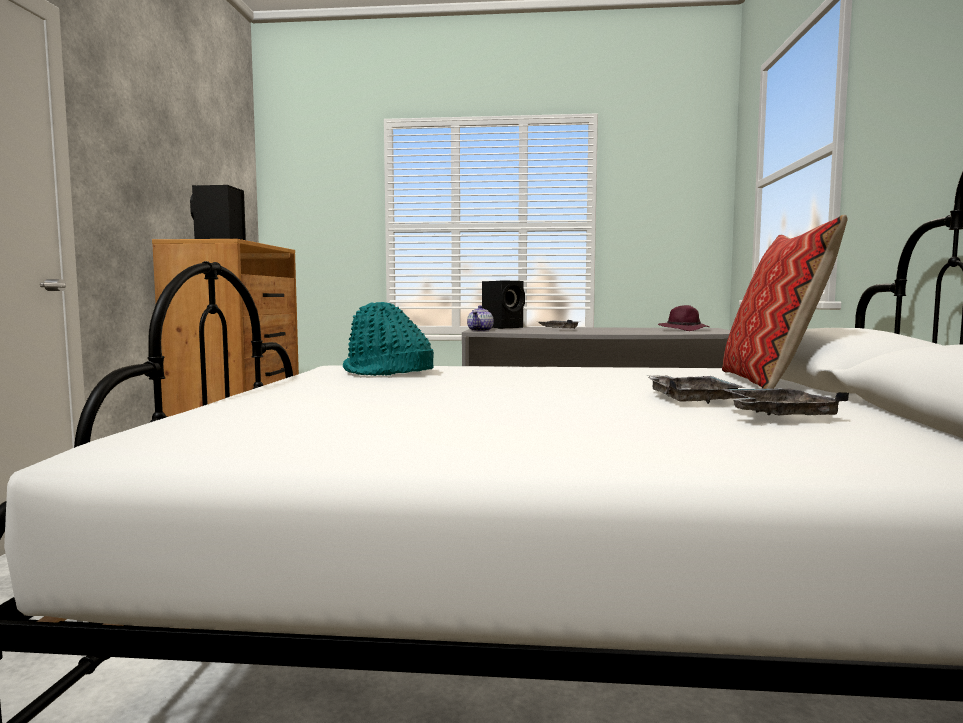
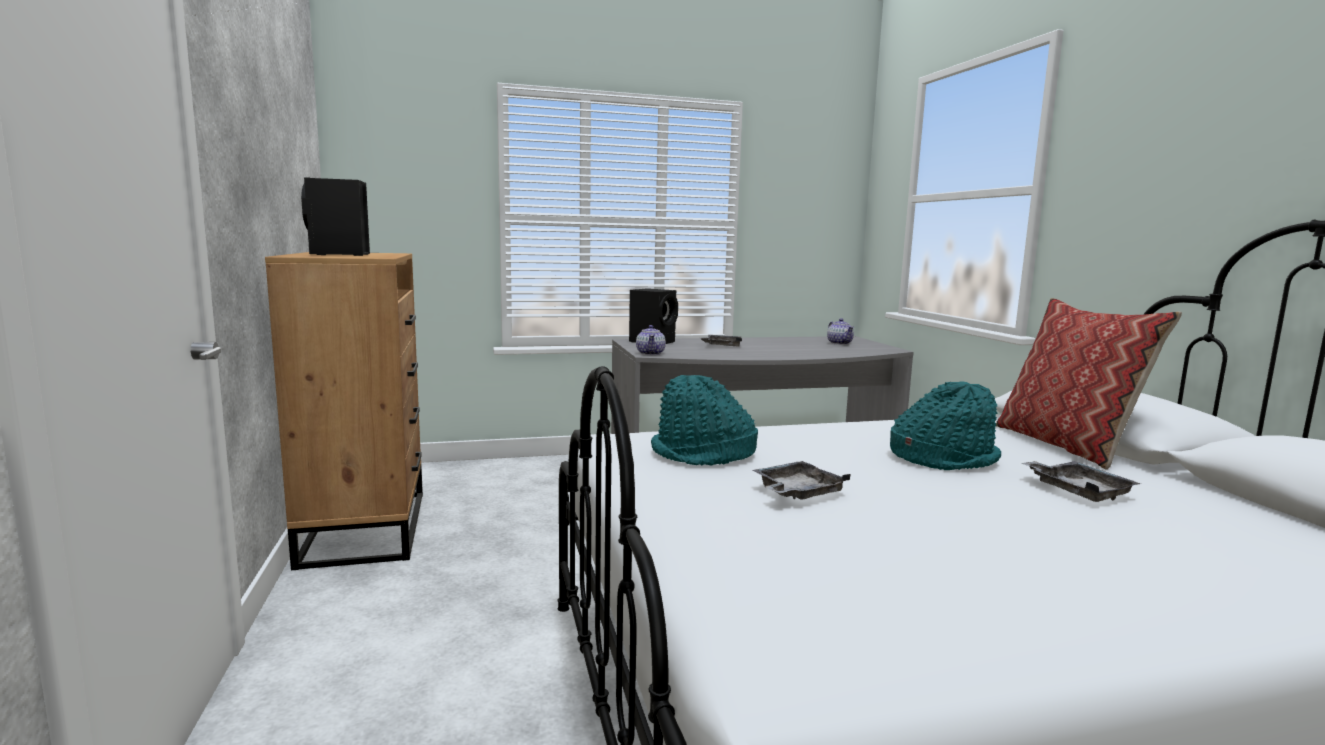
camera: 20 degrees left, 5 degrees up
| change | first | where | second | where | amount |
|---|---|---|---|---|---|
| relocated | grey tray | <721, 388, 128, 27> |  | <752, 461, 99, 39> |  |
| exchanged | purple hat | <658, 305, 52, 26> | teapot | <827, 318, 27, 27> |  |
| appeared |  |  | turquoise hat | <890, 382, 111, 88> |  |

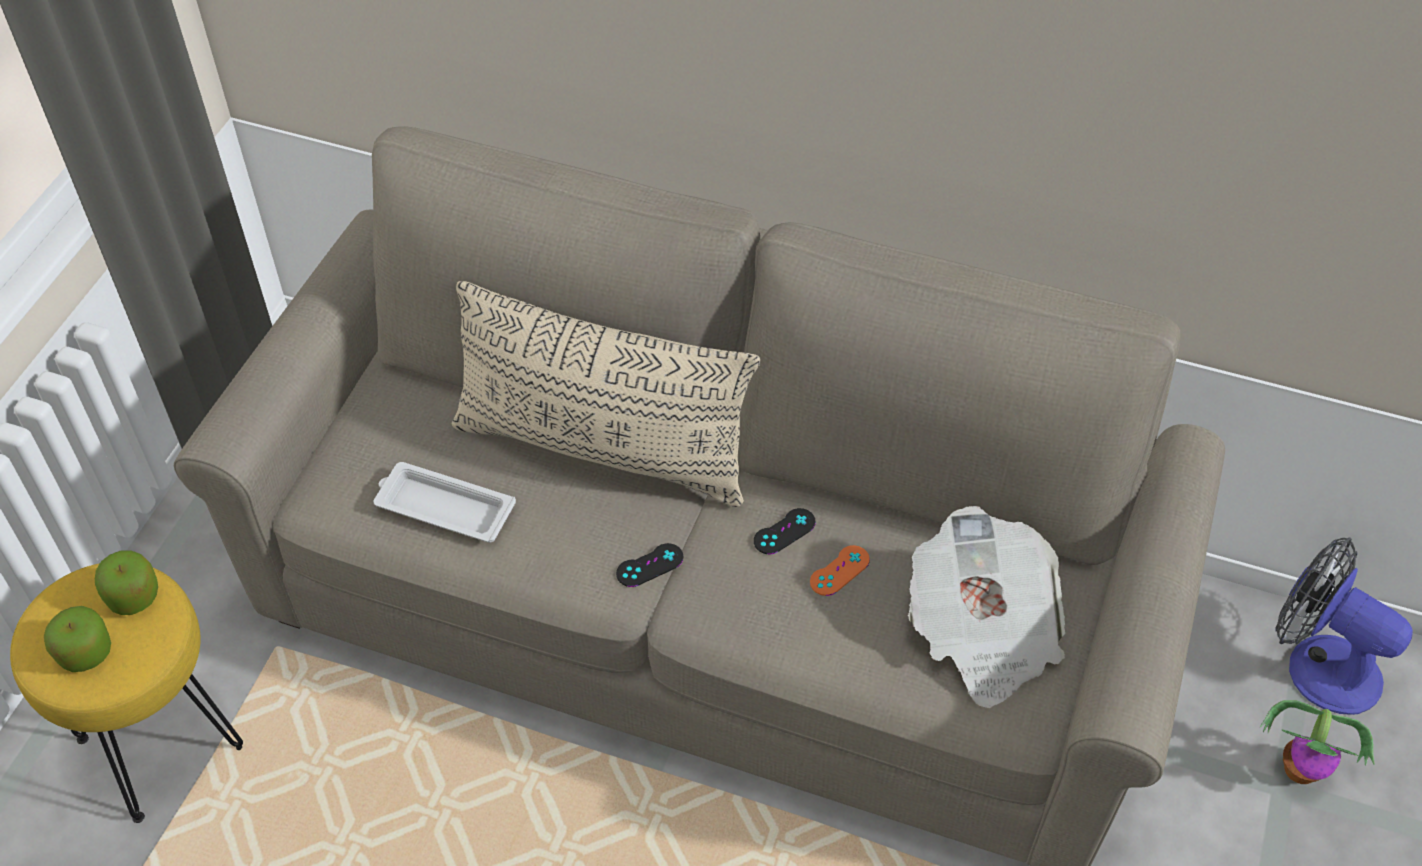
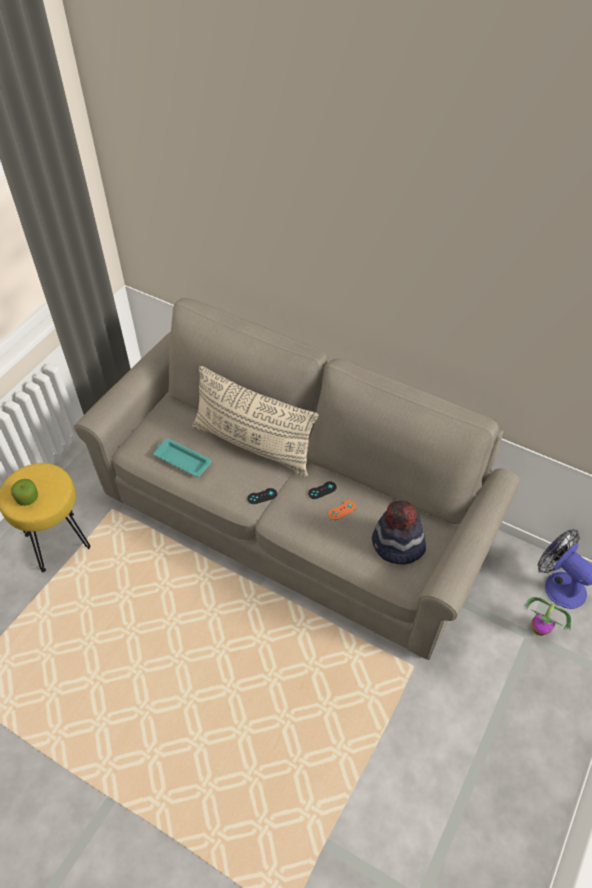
camera: 10 degrees right, 0 degrees up
| change | first | where | second | where | amount |
|---|---|---|---|---|---|
| colour | white tray | <374, 462, 142, 81> | turquoise tray | <154, 439, 58, 38> |  |
| exchanged | newspaper | <908, 506, 157, 202> | hat | <372, 500, 54, 65> |  |
| missing | apple | <95, 550, 63, 65> |  |  |  |

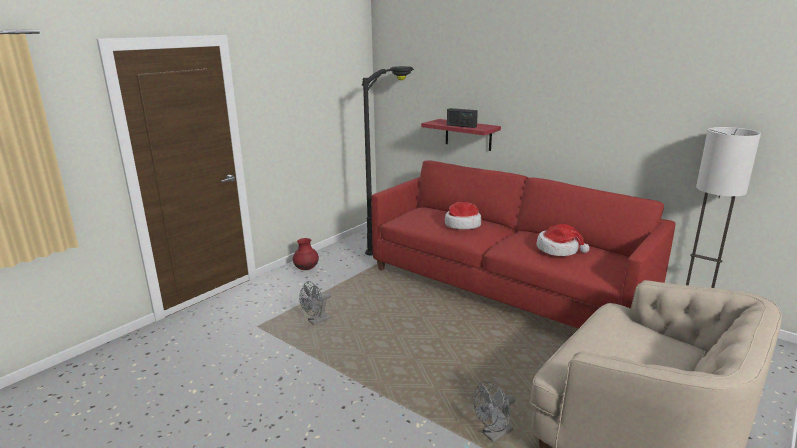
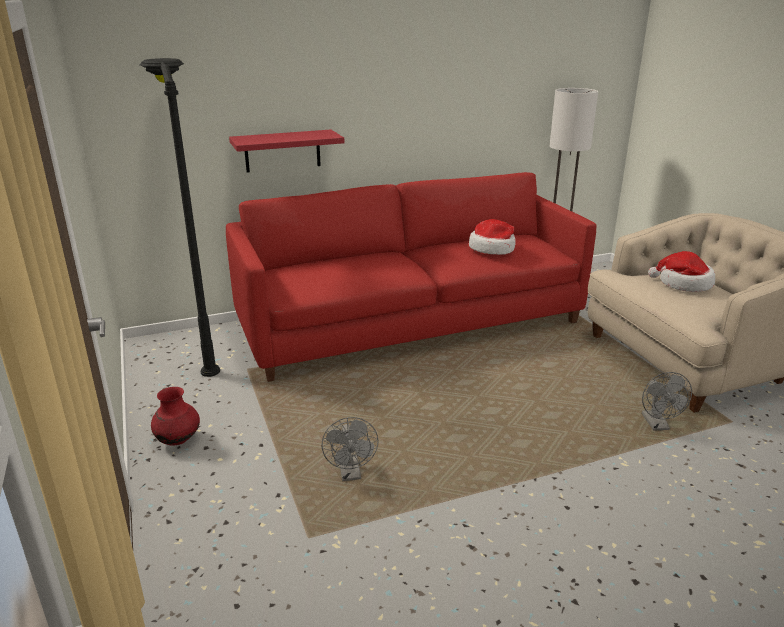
camera: 60 degrees left, 5 degrees up
| change | first | where | second | where | amount |
|---|---|---|---|---|---|
| relocated | hat | <445, 202, 36, 27> |  | <648, 251, 67, 41> |  |
| missing | radio | <447, 108, 31, 20> |  |  |  |

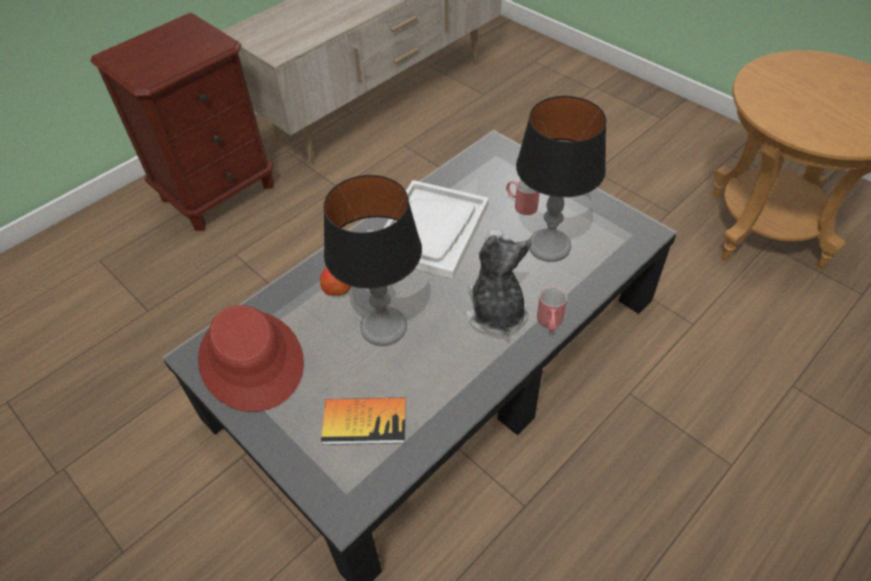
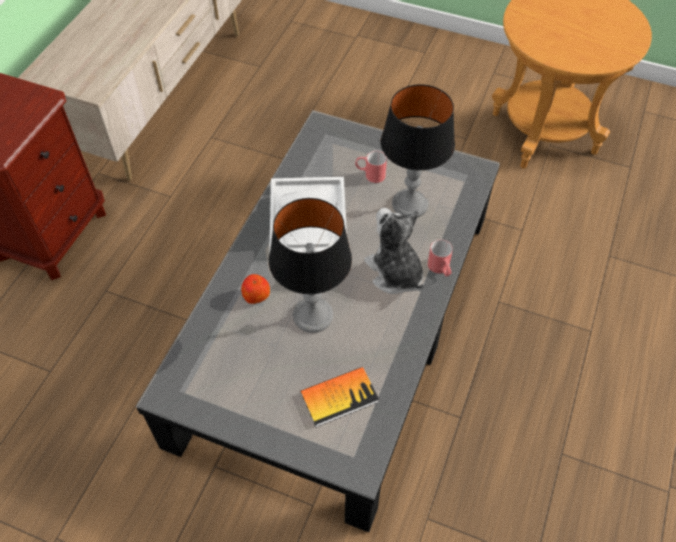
camera: 25 degrees left, 5 degrees up
| change | first | where | second | where | amount |
|---|---|---|---|---|---|
| missing | red hat | <198, 305, 106, 107> |  |  |  |

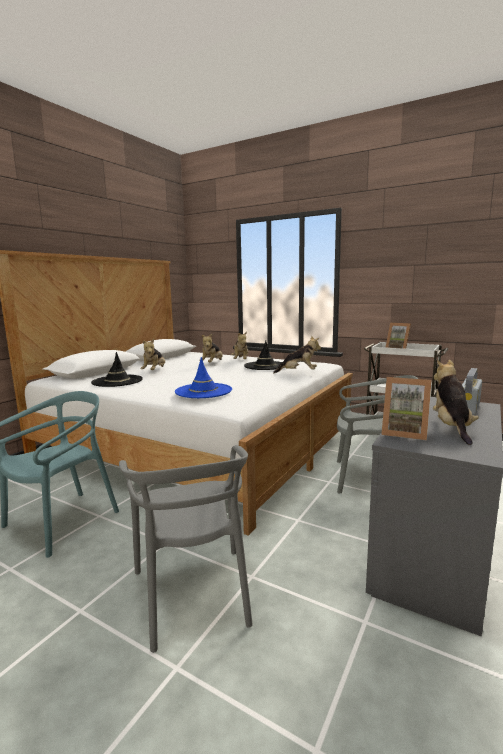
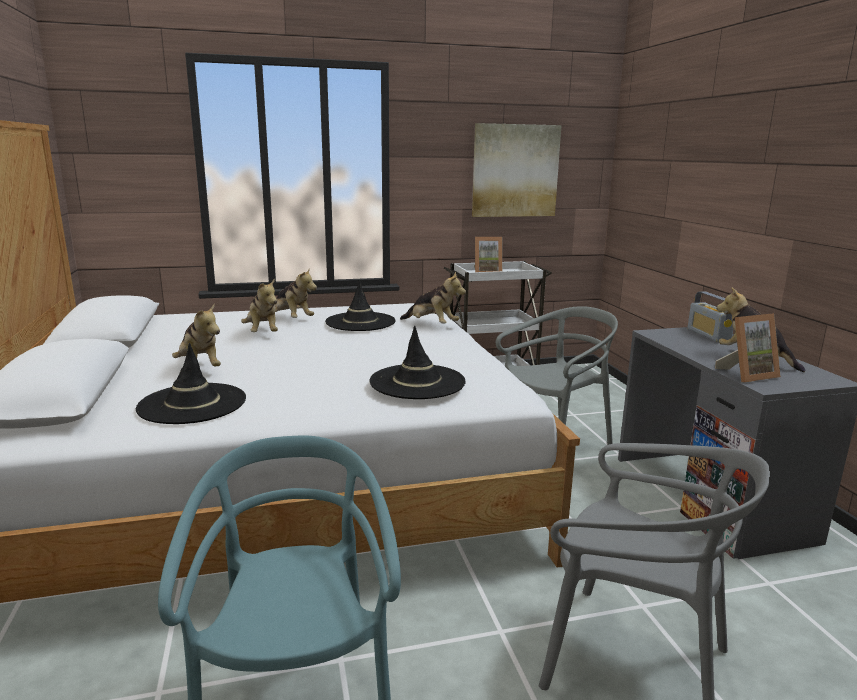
camera: 45 degrees left, 5 degrees up
| change | first | where | second | where | amount |
|---|---|---|---|---|---|
| colour | blue hat | <175, 357, 57, 41> | black hat | <370, 326, 96, 73> |  |
| spun | plush toy | <273, 336, 48, 37> |  | <400, 271, 66, 52> | 75 degrees clockwise |
| appeared |  |  | picture | <472, 123, 90, 94> |  |

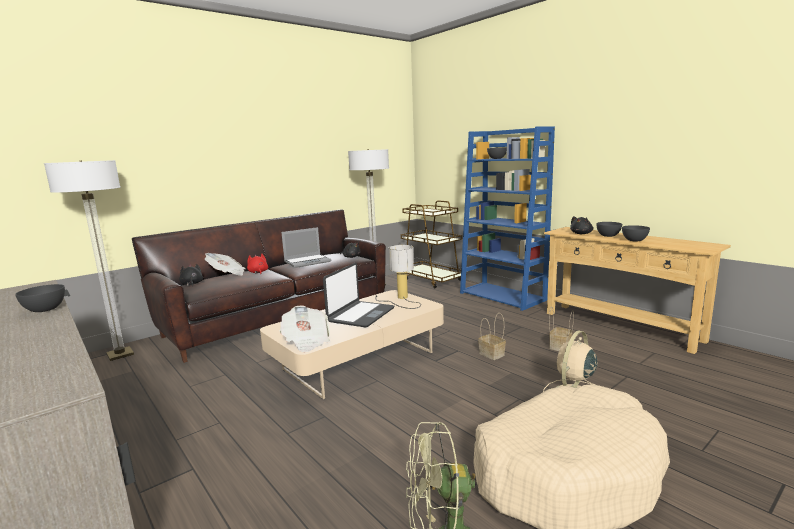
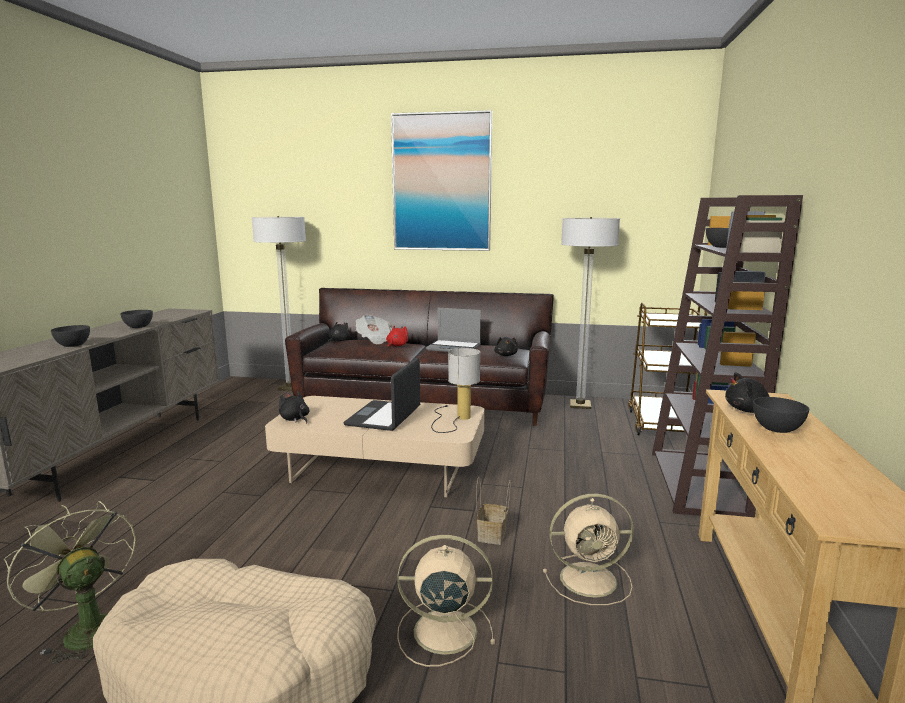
camera: 50 degrees right, 0 degrees up
| change | first | where | second | where | amount |
|---|---|---|---|---|---|
| relocated | grey bowl | <622, 225, 28, 16> |  | <51, 325, 39, 22> |  |
| exchanged | newspaper | <280, 306, 50, 47> | black plush toy | <279, 391, 30, 32> |  |
| spun | laptop | <323, 263, 71, 65> |  | <344, 358, 76, 73> | 120 degrees clockwise |
| appeared |  |  | picture | <391, 110, 101, 141> |  |
| exchanged | basket | <549, 307, 25, 44> | beige fan | <543, 494, 91, 111> |  |
| colour | blue bookcase | <460, 126, 95, 185> | brown bookcase | <652, 195, 151, 322> |  |

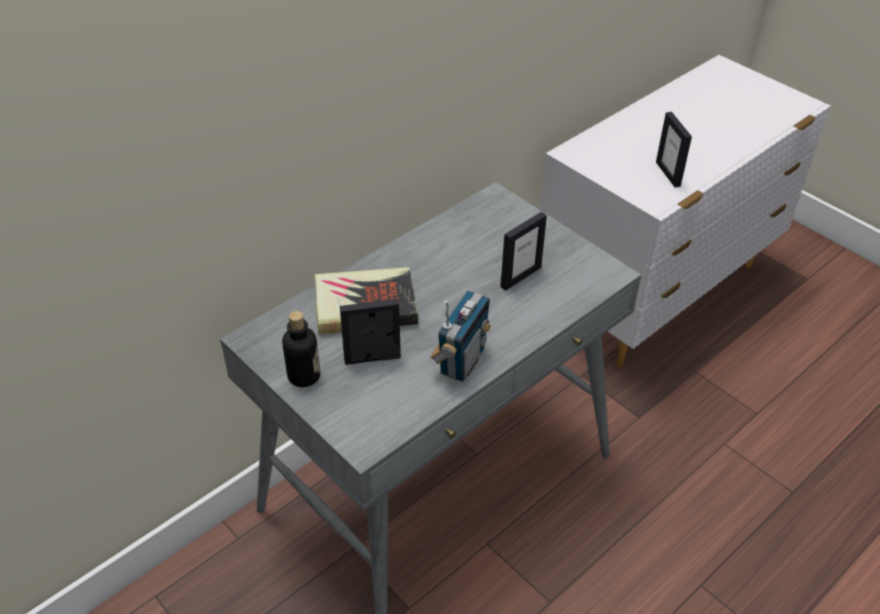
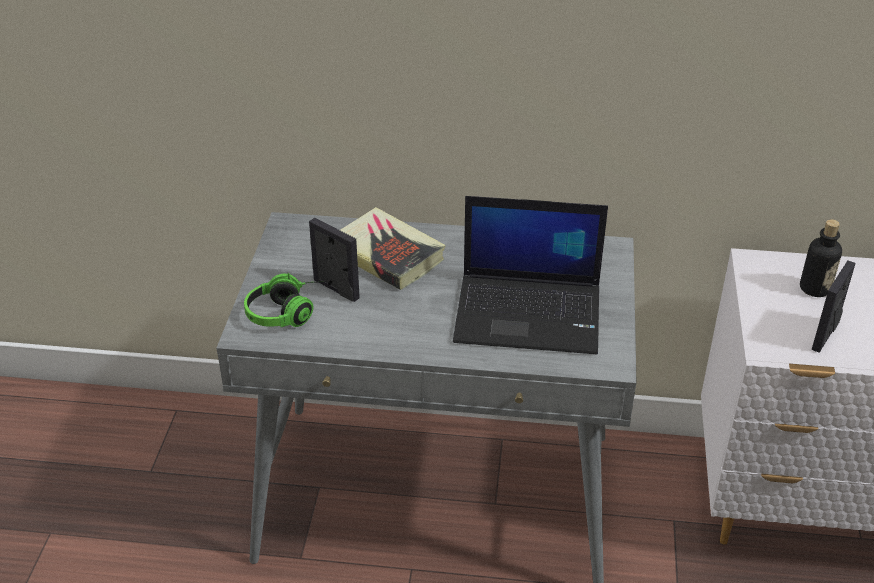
camera: 50 degrees right, 5 degrees down
| change | first | where | second | where | amount |
|---|---|---|---|---|---|
| appeared |  |  | headphones | <244, 273, 80, 54> |  |
| exchanged | picture frame | <500, 212, 47, 79> | laptop | <453, 196, 155, 158> |  |
| relocated | bottle | <282, 311, 38, 76> |  | <800, 219, 42, 78> |  |
| missing | radio | <430, 291, 61, 91> |  |  |  |

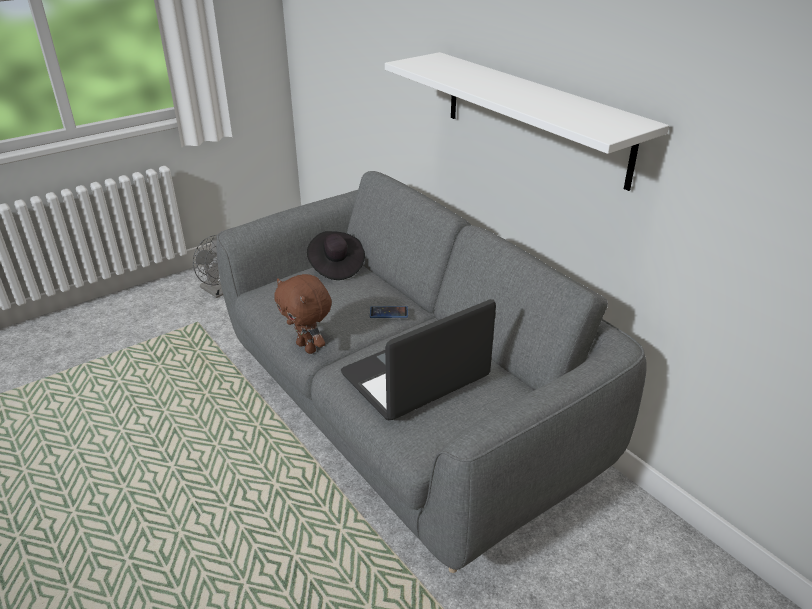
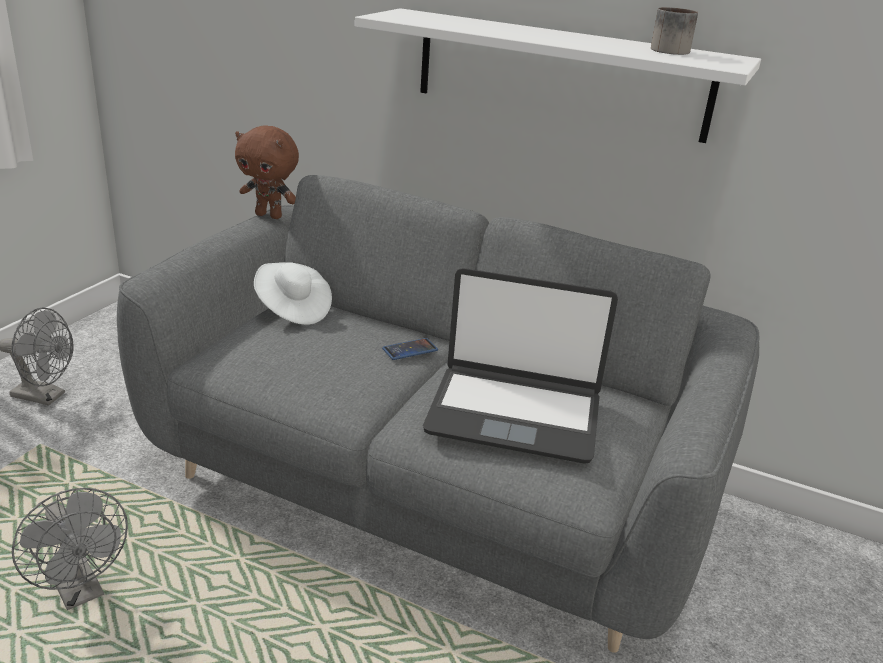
camera: 30 degrees left, 5 degrees down
| change | first | where | second | where | amount |
|---|---|---|---|---|---|
| appeared |  |  | grey fan | <12, 488, 116, 122> |  |
| relocated | brown plush toy | <274, 274, 58, 80> |  | <235, 126, 64, 93> |  |
| colour | black hat | <307, 231, 58, 49> | white hat | <254, 262, 78, 63> |  |
| spun | laptop | <341, 299, 155, 121> |  | <423, 268, 195, 196> | 105 degrees counterclockwise |
| appeared |  |  | mug | <651, 7, 47, 48> |  |

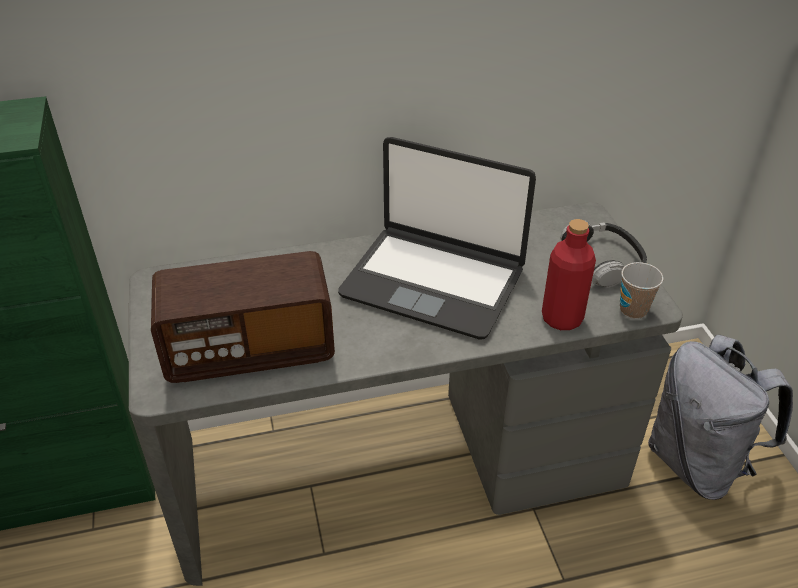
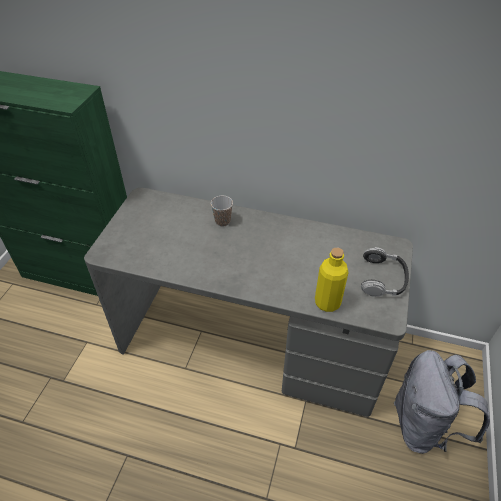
camera: 30 degrees right, 5 degrees up
| change | first | where | second | where | amount |
|---|---|---|---|---|---|
| relocated | cup | <620, 262, 43, 57> |  | <211, 196, 22, 31> |  |
| colour | red bottle | <542, 219, 54, 111> | yellow bottle | <315, 248, 34, 64> |  |
| missing | radio | <151, 251, 184, 132> |  |  |  |
| missing | laptop | <338, 137, 198, 202> |  |  |  |

